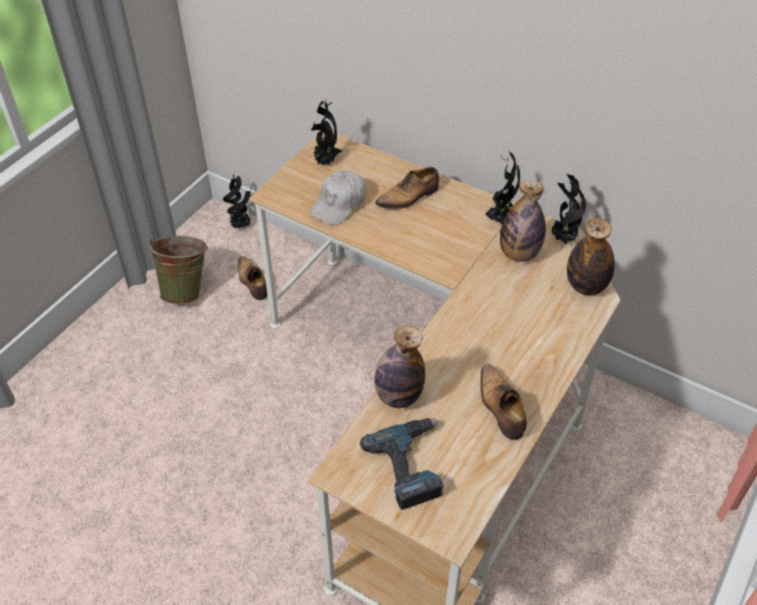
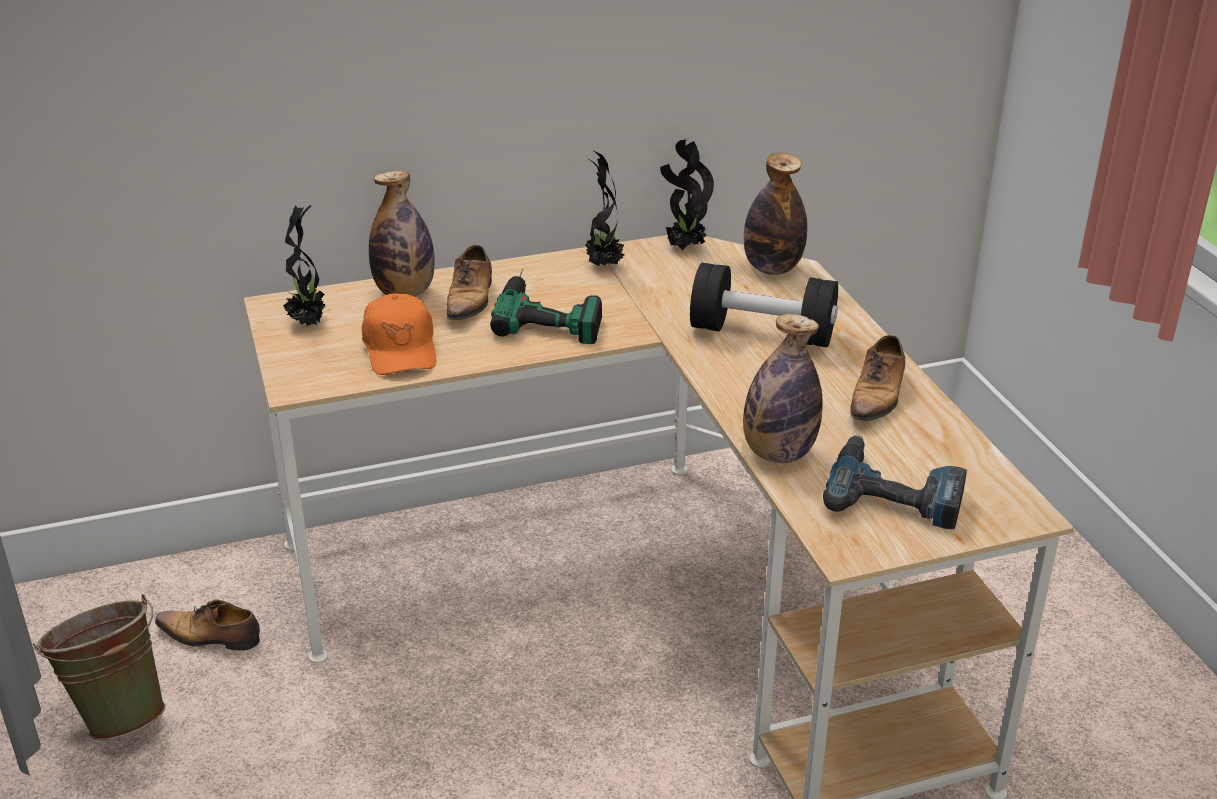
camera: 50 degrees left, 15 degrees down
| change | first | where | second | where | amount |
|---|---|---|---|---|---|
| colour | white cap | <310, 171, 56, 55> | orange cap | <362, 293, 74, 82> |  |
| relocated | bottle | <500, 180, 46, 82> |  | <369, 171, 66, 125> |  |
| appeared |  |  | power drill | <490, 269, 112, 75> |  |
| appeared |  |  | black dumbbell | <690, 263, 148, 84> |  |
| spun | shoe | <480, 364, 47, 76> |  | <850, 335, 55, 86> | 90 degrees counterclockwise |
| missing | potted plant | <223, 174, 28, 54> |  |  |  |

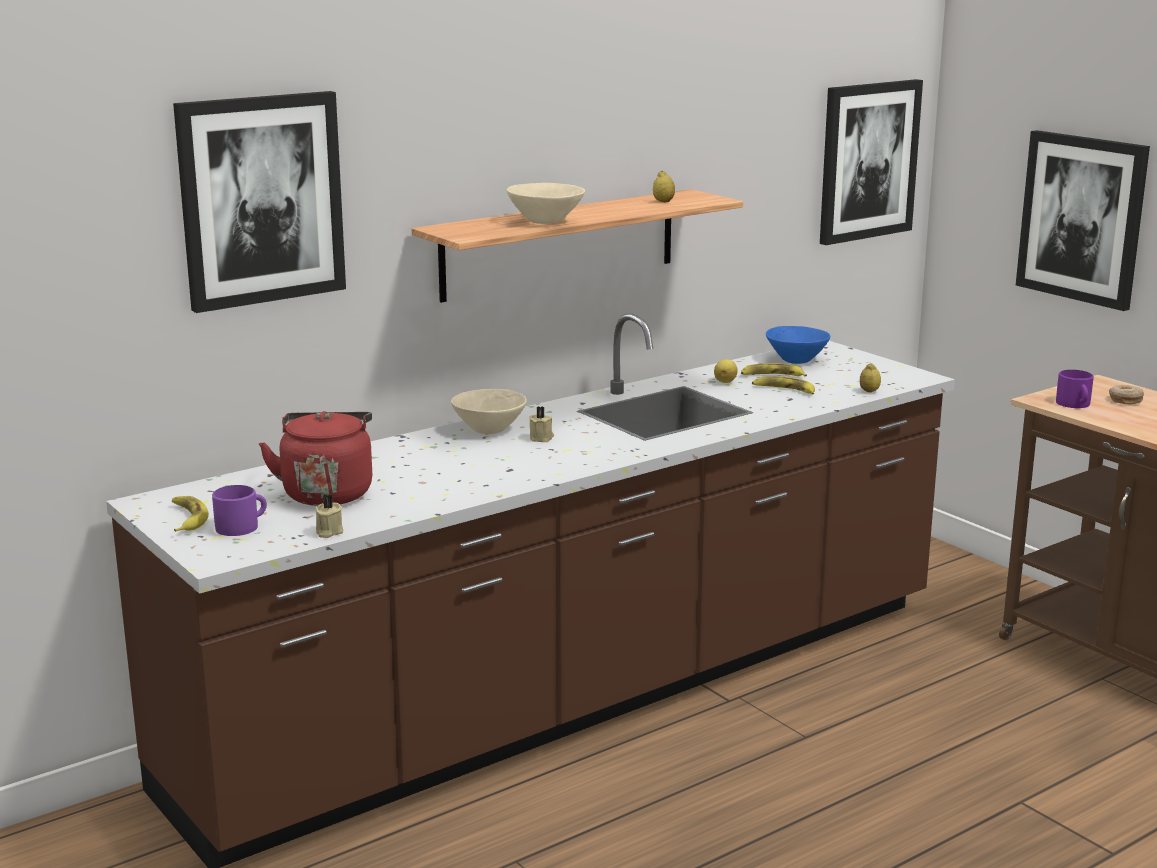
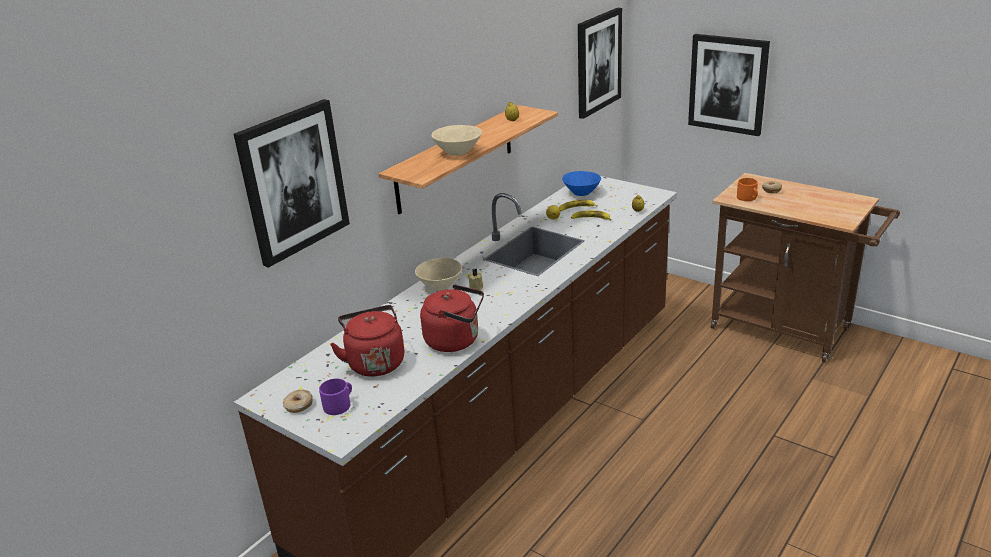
camera: 15 degrees left, 10 degrees up
| change | first | where | second | where | amount |
|---|---|---|---|---|---|
| exchanged | banana | <172, 496, 37, 36> | donut | <283, 390, 30, 23> |  |
| appeared |  |  | red kettle | <420, 284, 64, 68> |  |
| colour | purple mug | <1056, 370, 38, 38> | orange mug | <737, 178, 21, 23> |  |
| missing | beige candle | <316, 495, 27, 43> |  |  |  |

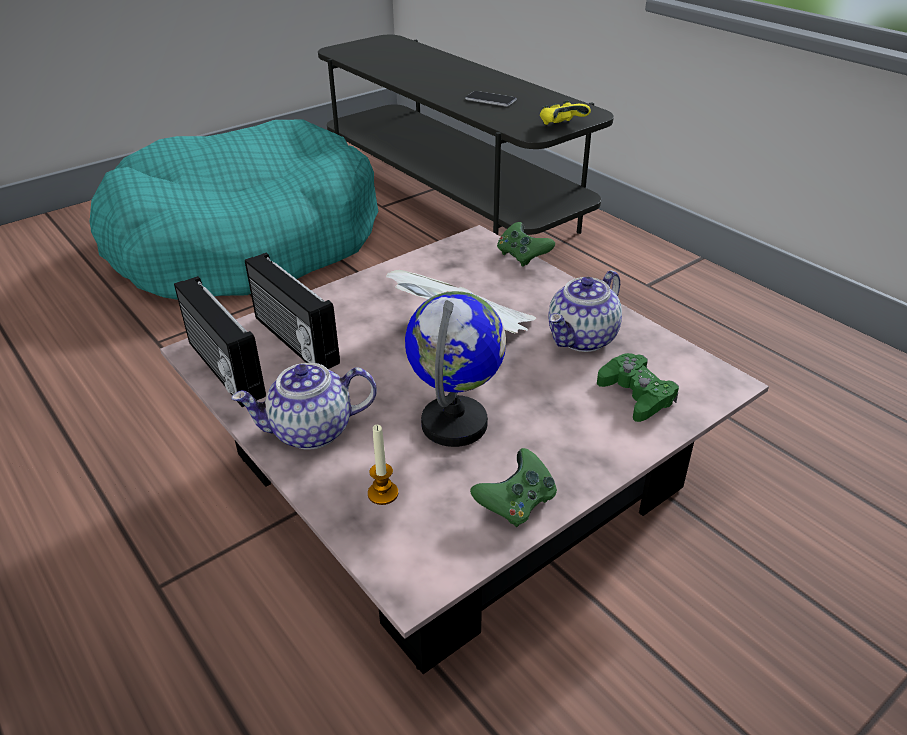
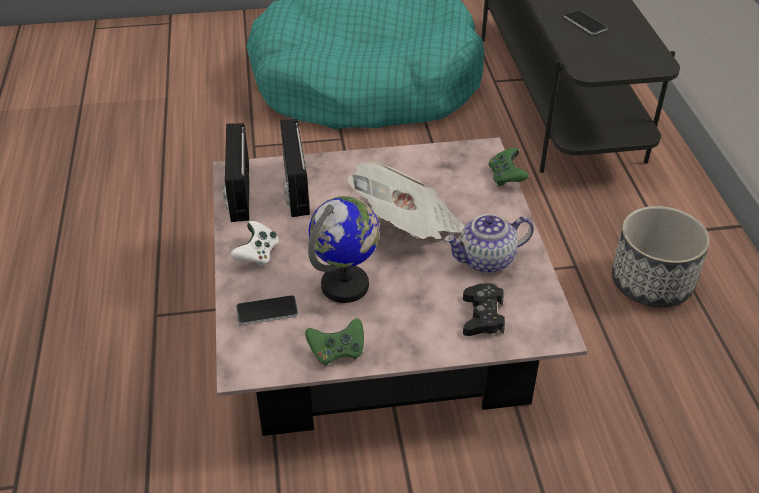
camera: 30 degrees right, 5 degrees up
| change | first | where | second | where | amount |
|---|---|---|---|---|---|
| exchanged | teapot | <232, 363, 145, 87> | white game controller | <230, 221, 49, 45> |  |
| exchanged | candle | <368, 425, 30, 80> | phone | <236, 295, 62, 30> |  |
| colour | green game controller | <597, 353, 82, 69> | black game controller | <463, 283, 42, 53> |  |
| appeared |  |  | planter | <612, 206, 98, 101> |  |
| missing | yellow game controller | <540, 100, 51, 25> |  |  |  |

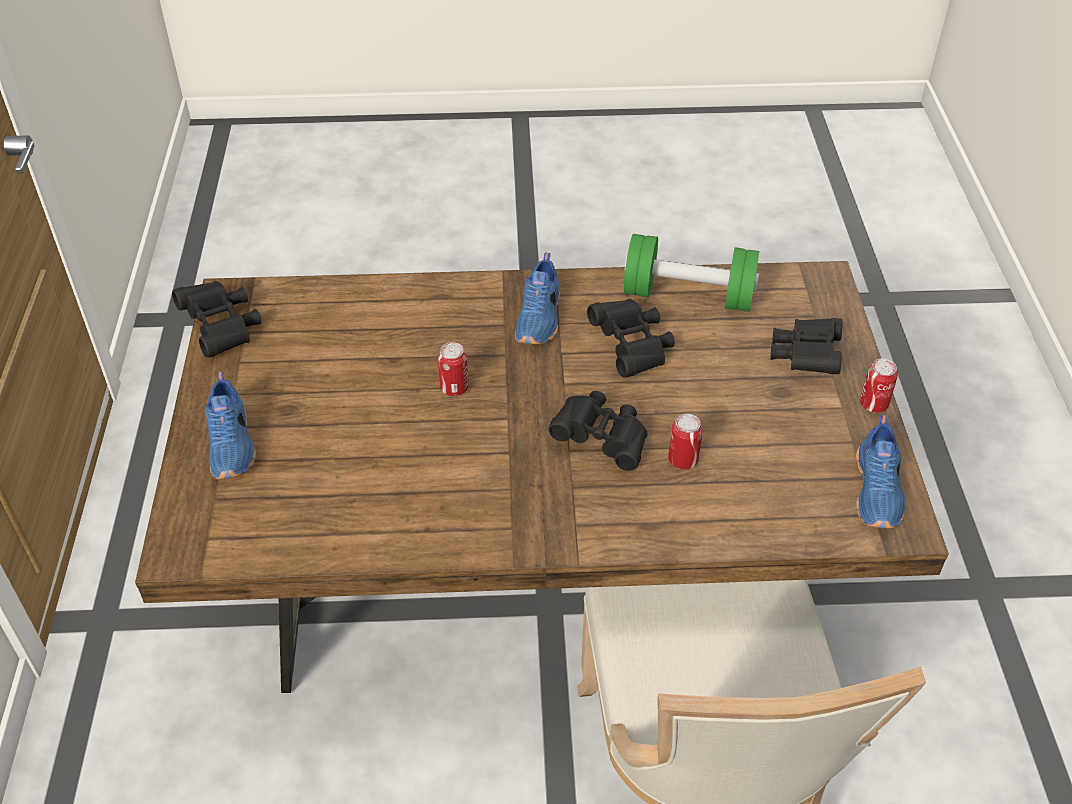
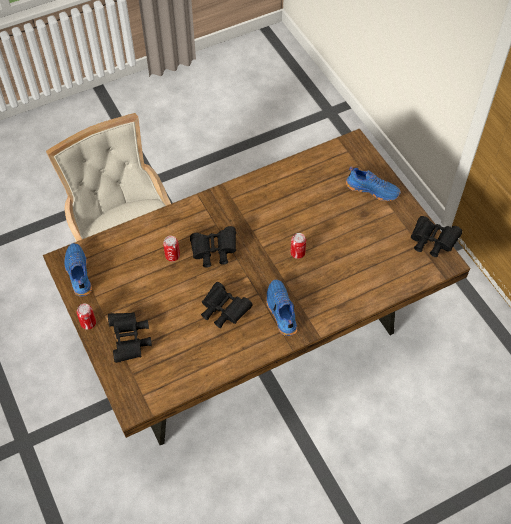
camera: 155 degrees right, 10 degrees up
| change | first | where | second | where | amount |
|---|---|---|---|---|---|
| spun | blue shoe | <205, 372, 51, 107> |  | <346, 166, 55, 35> | 150 degrees clockwise |
| missing | green dumbbell | <624, 234, 135, 78> |  |  |  |

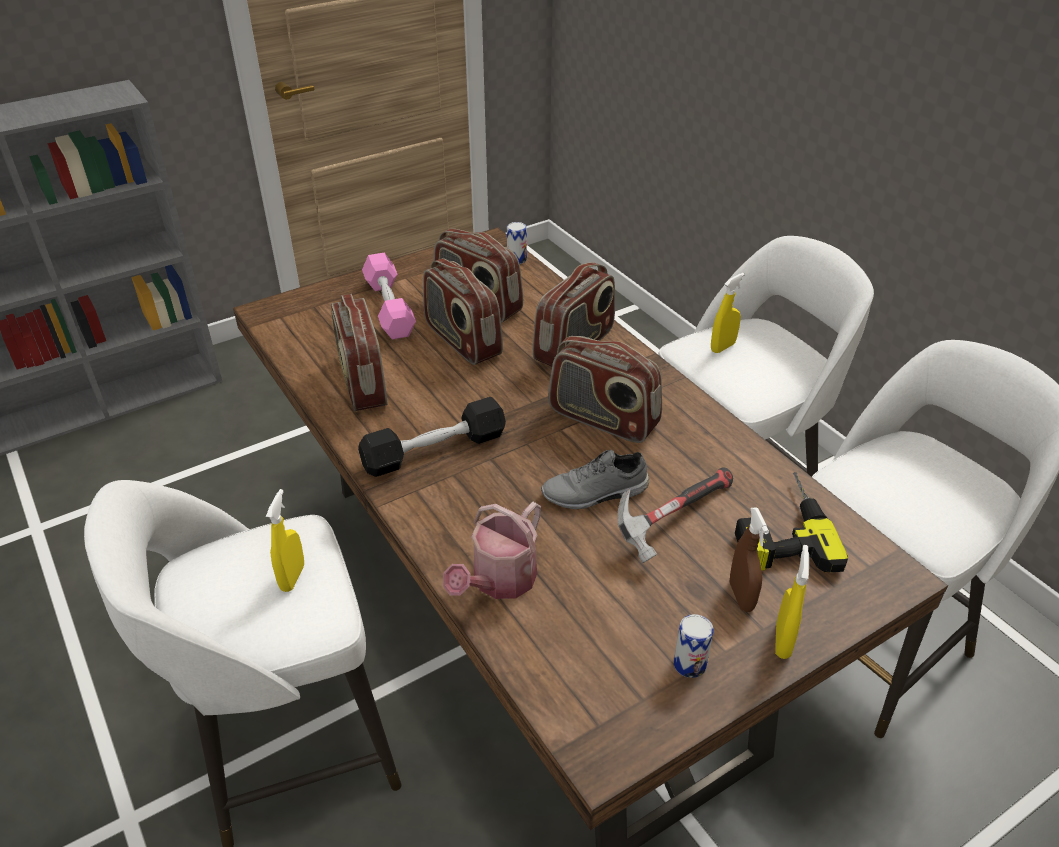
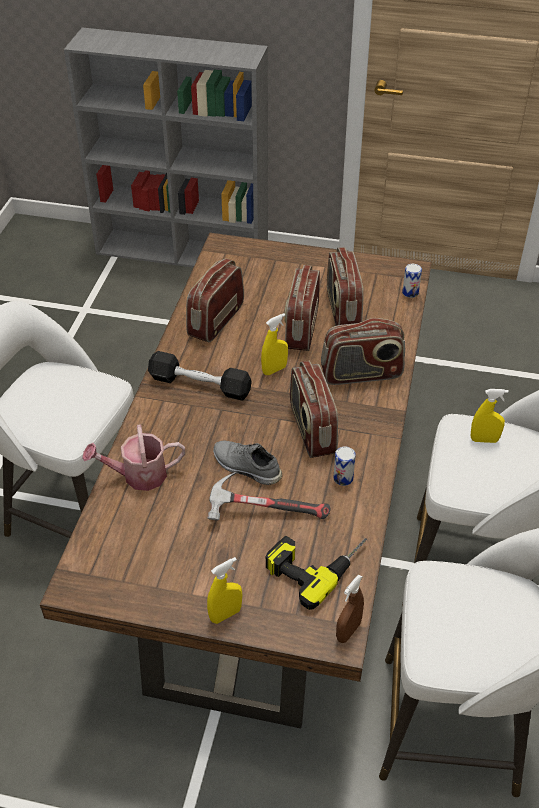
camera: 45 degrees right, 5 degrees up
| change | first | where | second | where | amount |
|---|---|---|---|---|---|
| relocated | yellow spray bottle | <266, 489, 38, 103> |  | <261, 313, 27, 62> |  |
| relocated | can | <674, 614, 40, 64> |  | <334, 447, 22, 39> |  |
| relocated | brown spray bottle | <730, 507, 39, 105> |  | <336, 575, 28, 68> |  |
| missing | pink dumbbell | <362, 253, 54, 87> |  |  |  |

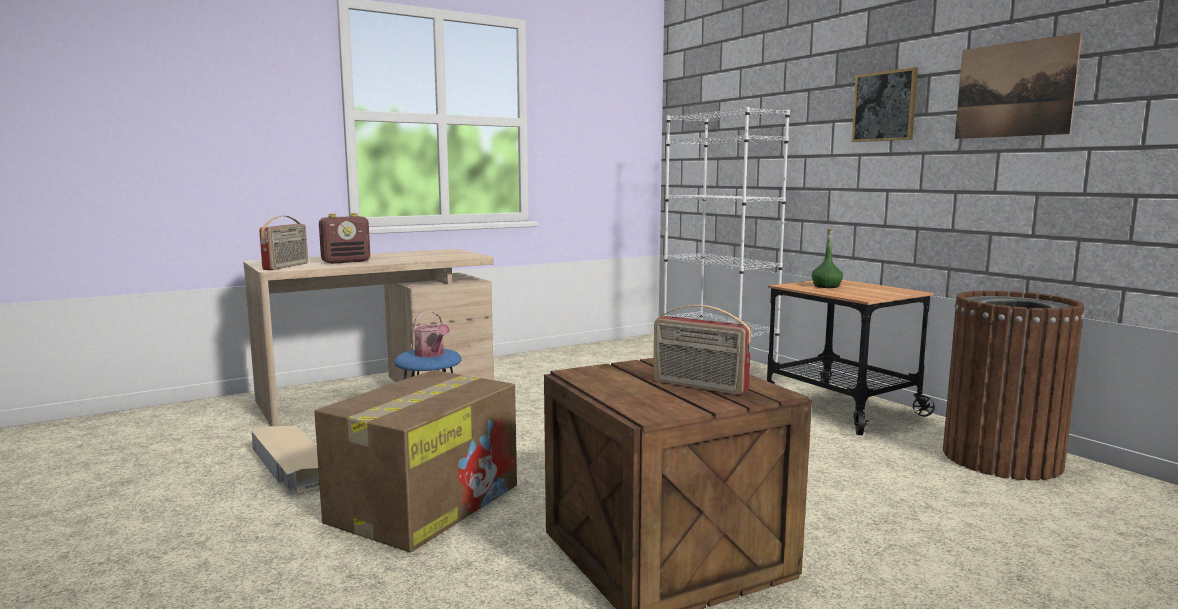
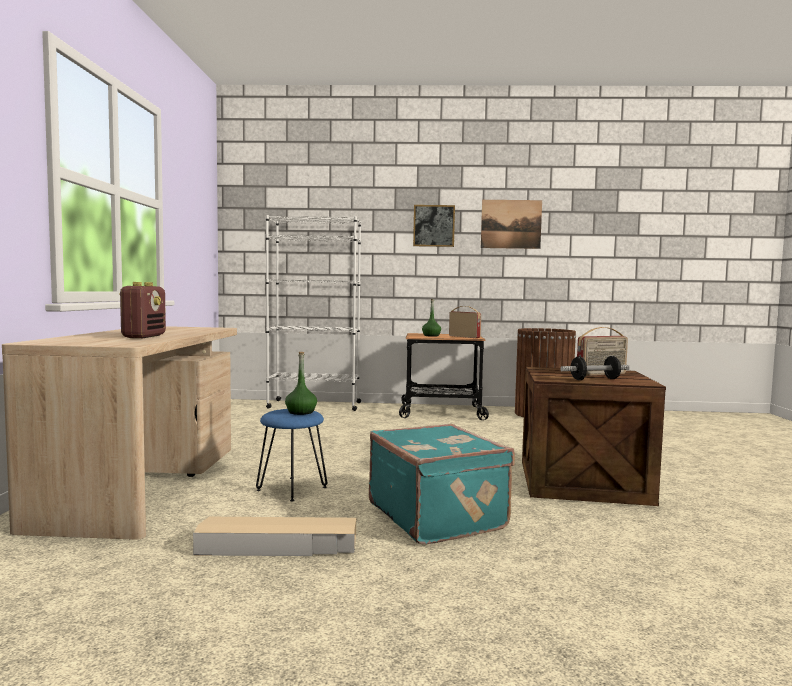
camera: 55 degrees left, 5 degrees down
| change | first | where | second | where | amount |
|---|---|---|---|---|---|
| exchanged | watering can | <413, 311, 37, 46> | green bottle | <285, 352, 32, 63> |  |
| exchanged | cardboard box | <314, 370, 203, 182> | turquoise suitcase | <369, 424, 146, 120> |  |
| relocated | radio | <259, 216, 49, 54> |  | <449, 306, 32, 32> |  |
| appeared |  |  | dumbbell | <560, 356, 70, 24> |  |

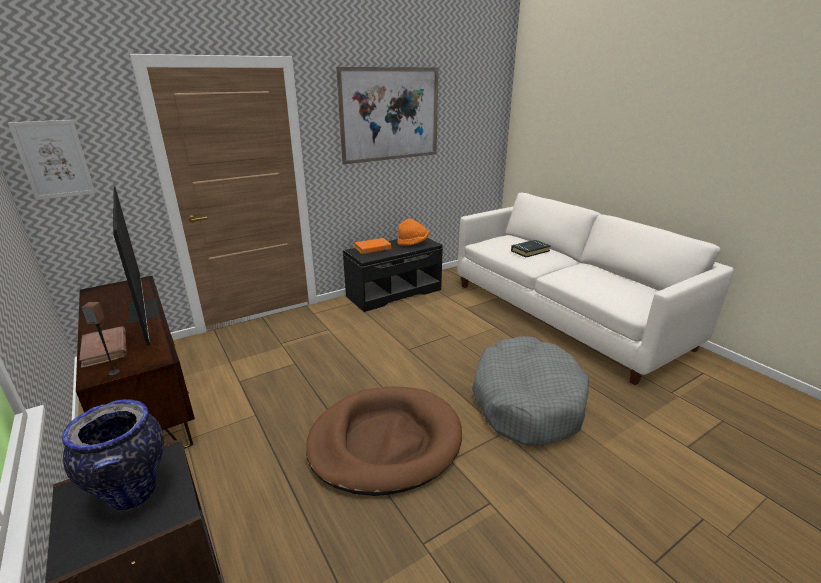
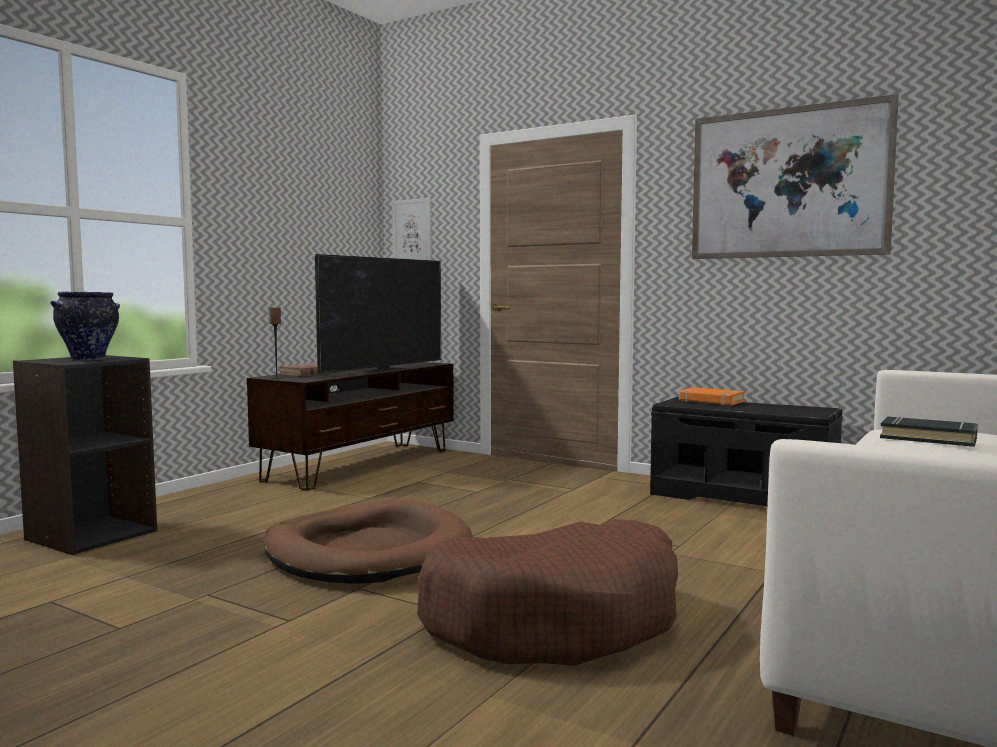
camera: 65 degrees right, 20 degrees down
| change | first | where | second | where | amount |
|---|---|---|---|---|---|
| colour | grey dog bed | <472, 336, 117, 110> | brown dog bed | <417, 519, 261, 147> |  |
| missing | orange hat | <397, 219, 32, 27> |  |  |  |

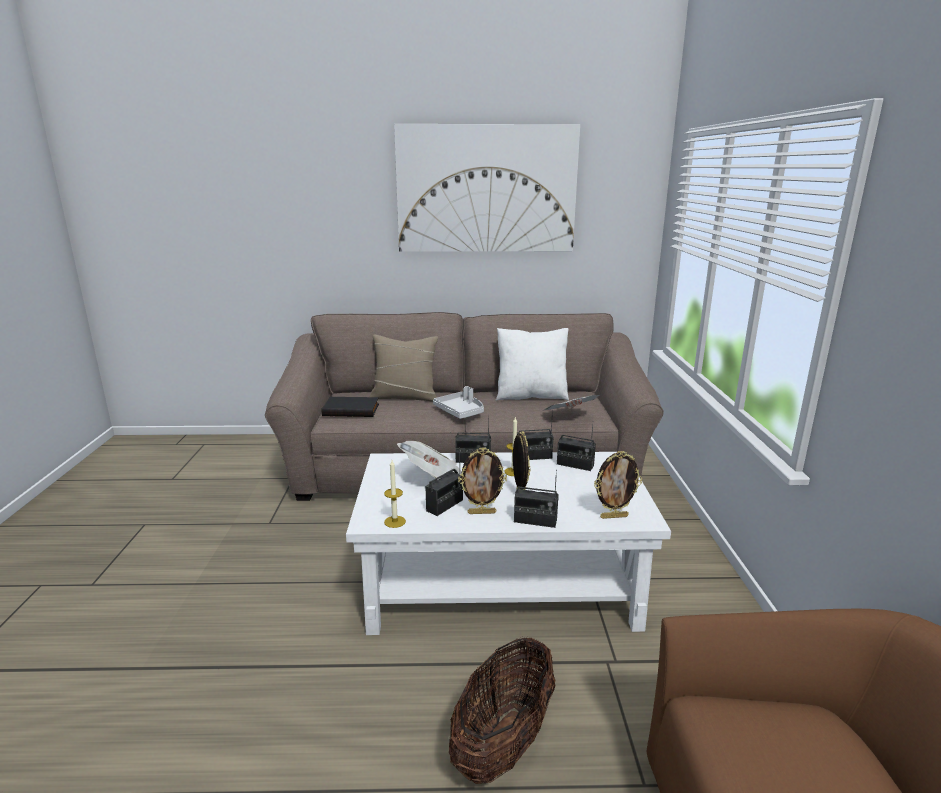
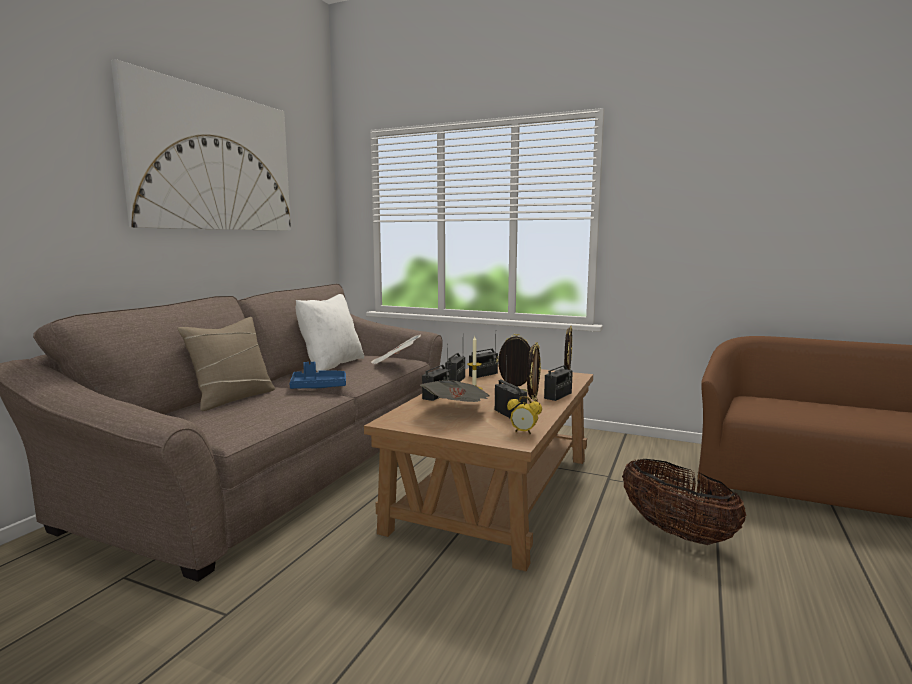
camera: 65 degrees left, 10 degrees down
| change | first | where | second | where | amount |
|---|---|---|---|---|---|
| colour | grey tray | <433, 386, 51, 33> | blue tray | <289, 362, 57, 27> |  |
| colour | white coffee table | <346, 452, 325, 183> | brown coffee table | <364, 365, 229, 207> |  |
| exchanged | candle | <384, 460, 22, 68> | alarm clock | <507, 396, 35, 39> |  |
| missing | black book | <321, 397, 58, 20> |  |  |  |

